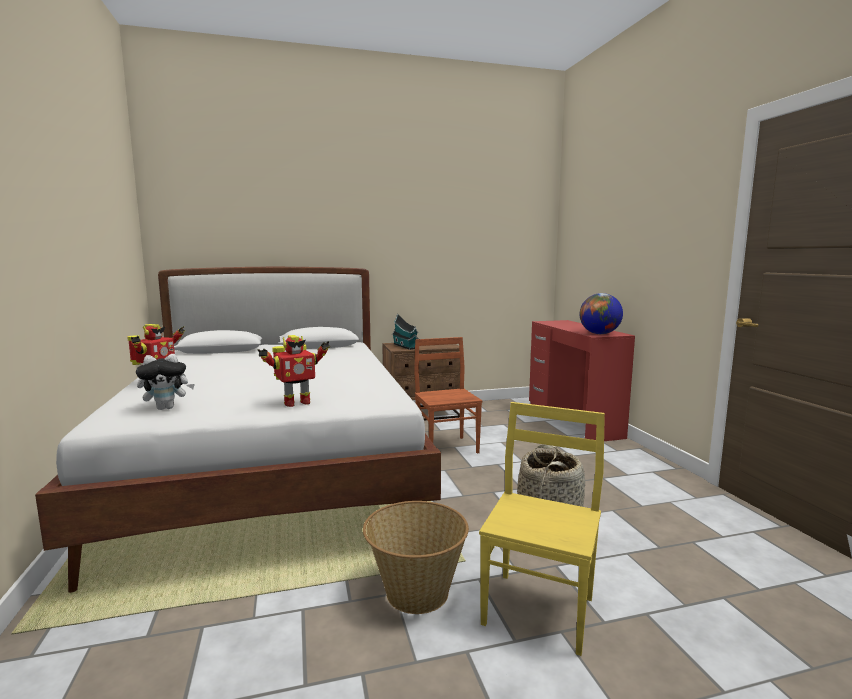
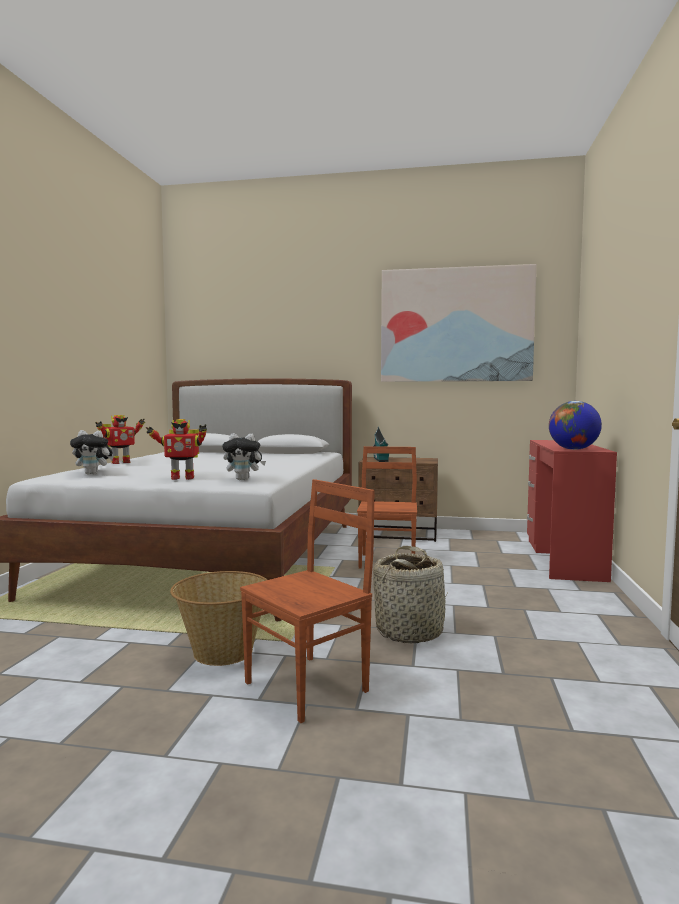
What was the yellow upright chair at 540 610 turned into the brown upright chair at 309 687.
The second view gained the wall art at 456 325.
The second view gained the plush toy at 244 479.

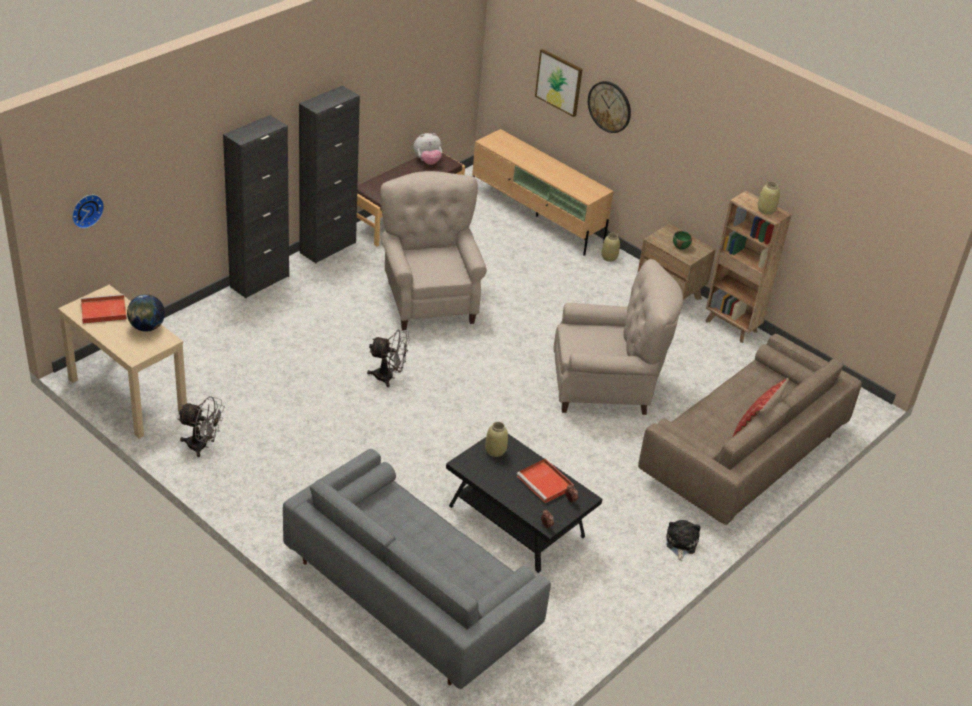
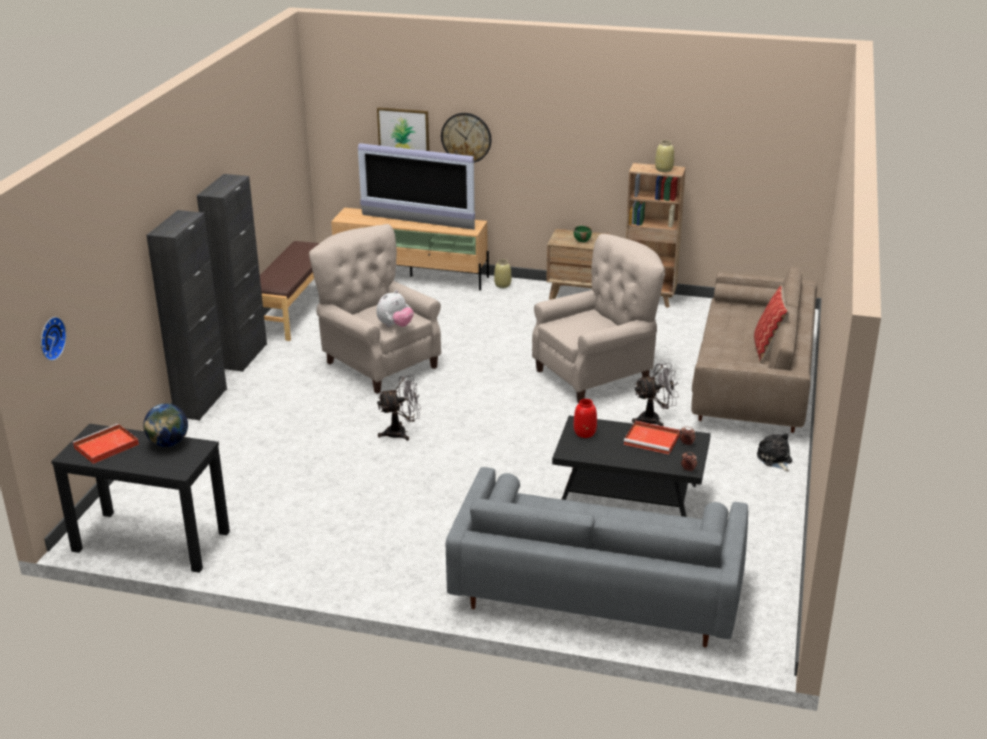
The plush toy ended up elsewhere, having gone from 427 161 to 395 326.
What was the beige-coloured console table at 127 395 turned into the blackish console table at 150 541.
The gray fan ended up elsewhere, having gone from 202 446 to 654 419.
What was the beige-coloured vase at 495 451 turned into the red vase at 584 433.
The second view gained the TV at 417 222.

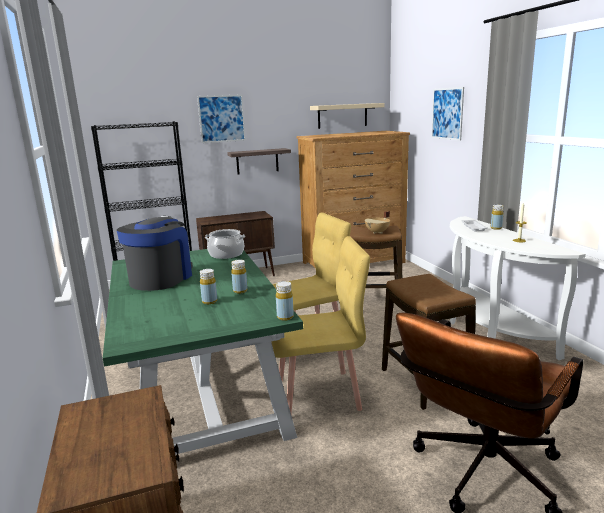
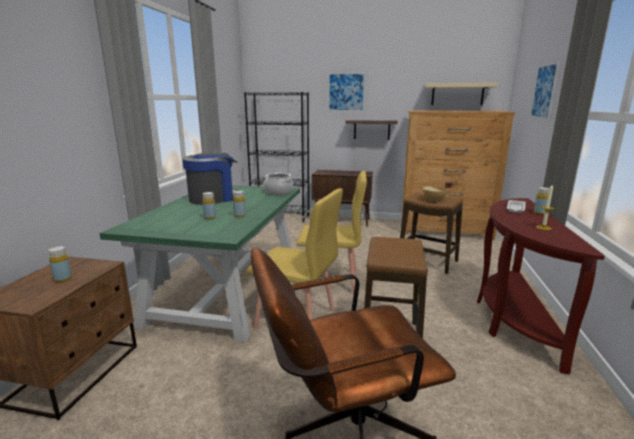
What was the white console table at 490 330 turned into the brown console table at 512 319.
The yellow beverage bottle ended up elsewhere, having gone from 285 317 to 63 279.

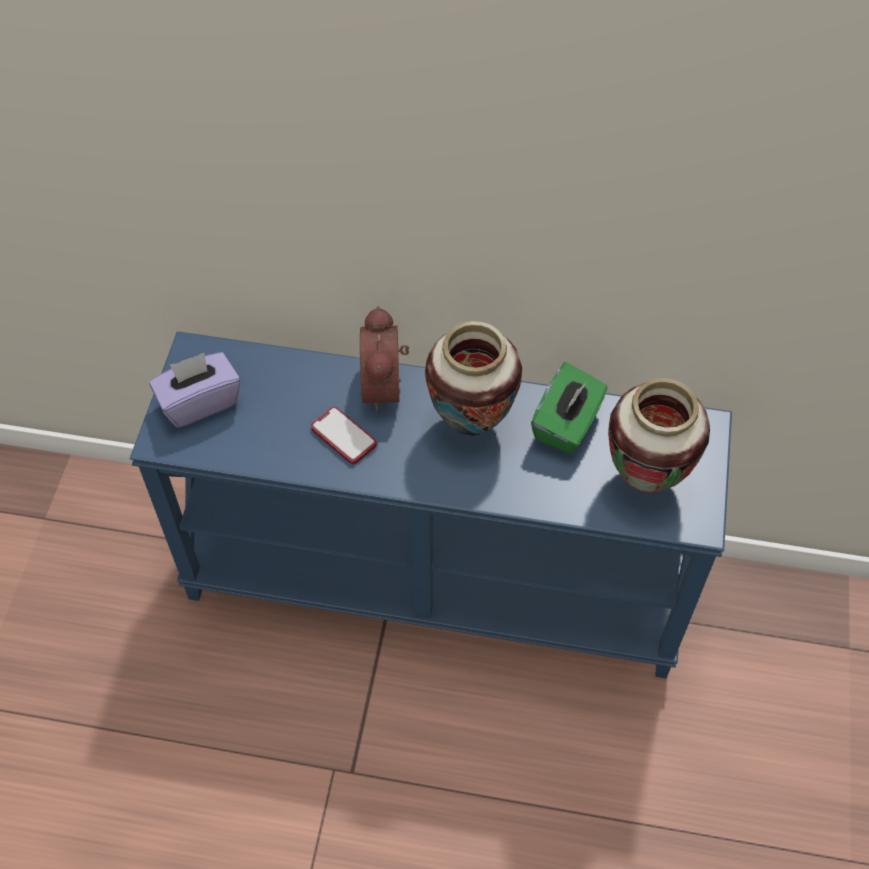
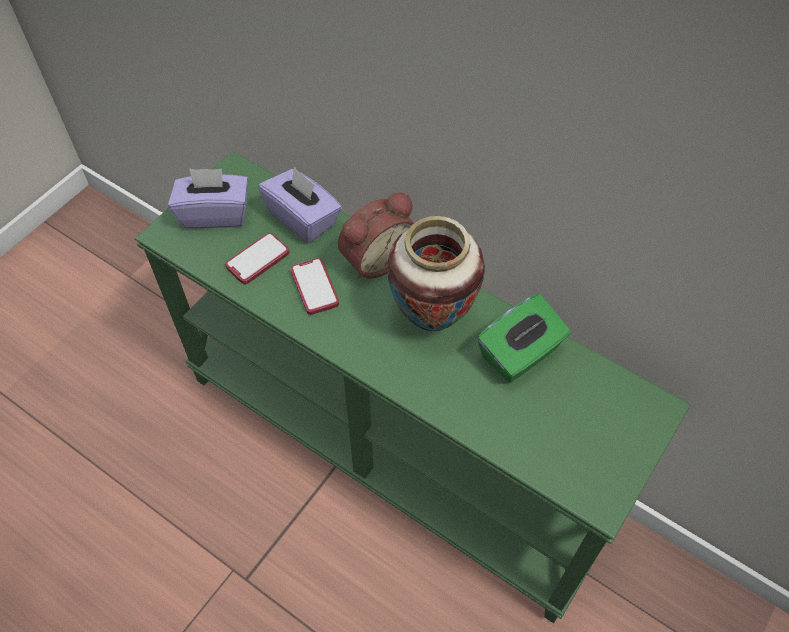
The table clock at 386 386 ended up facing another way, 150 degrees counterclockwise from before.
What was the blue-coloured console table at 436 577 turned into the green console table at 397 446.
The second view lost the vase at 645 479.
The second view gained the purple-coloured box of tissues at 303 218.
The second view gained the telephone at 258 259.

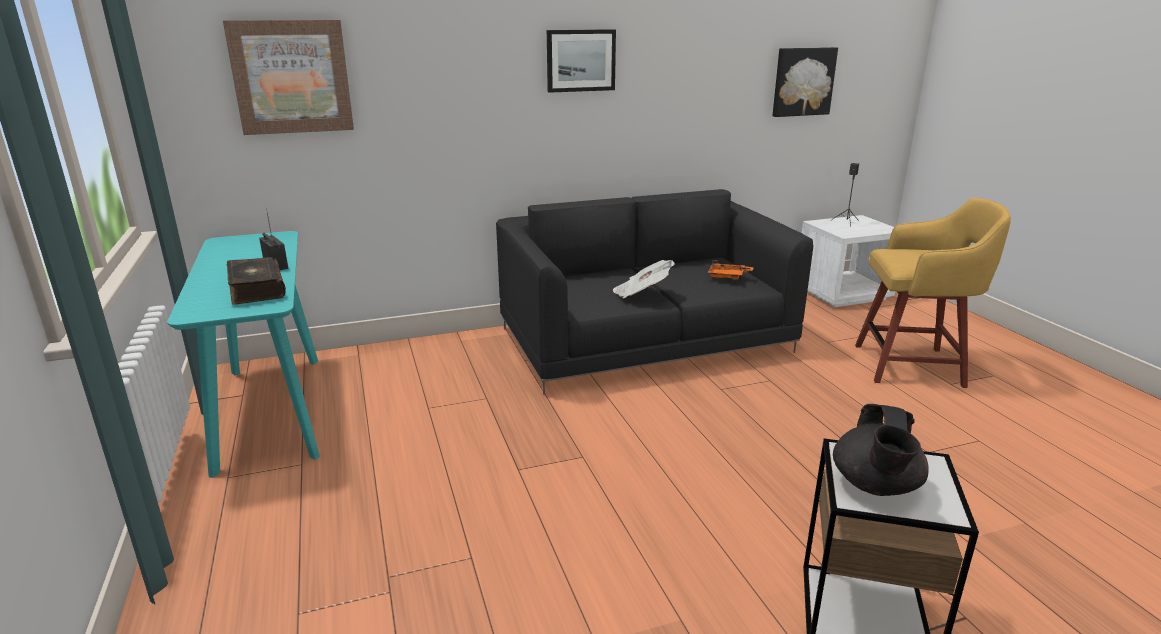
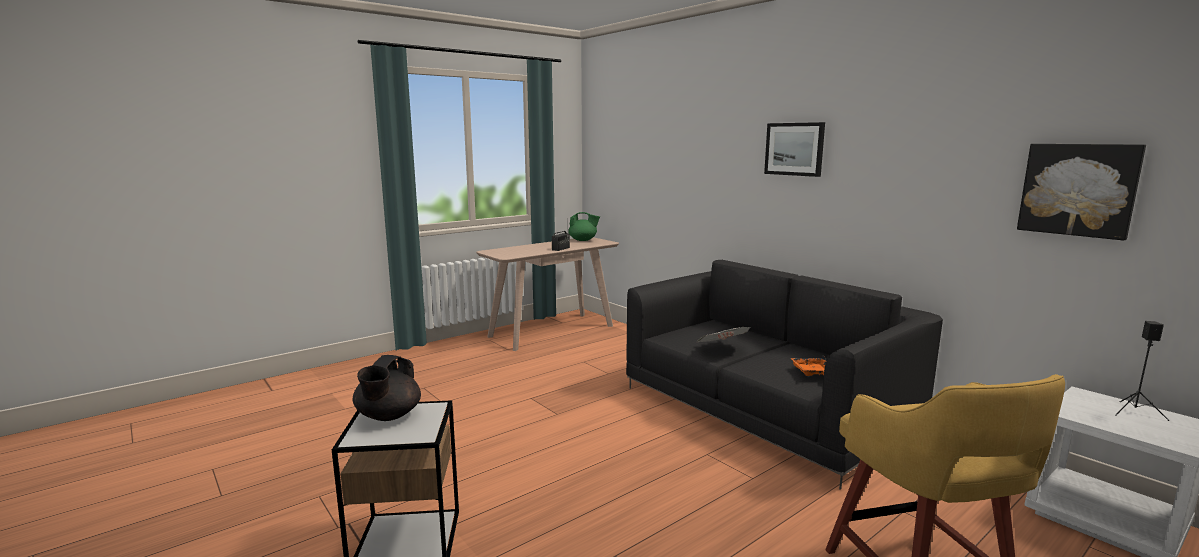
The second view lost the wall art at 291 77.
What was the blue-green console table at 270 410 turned into the beige-coloured console table at 551 331.
The second view lost the book at 256 290.
The blackish tea pot at 875 486 ended up facing another way, 75 degrees counterclockwise from before.
The second view gained the green tea pot at 583 240.

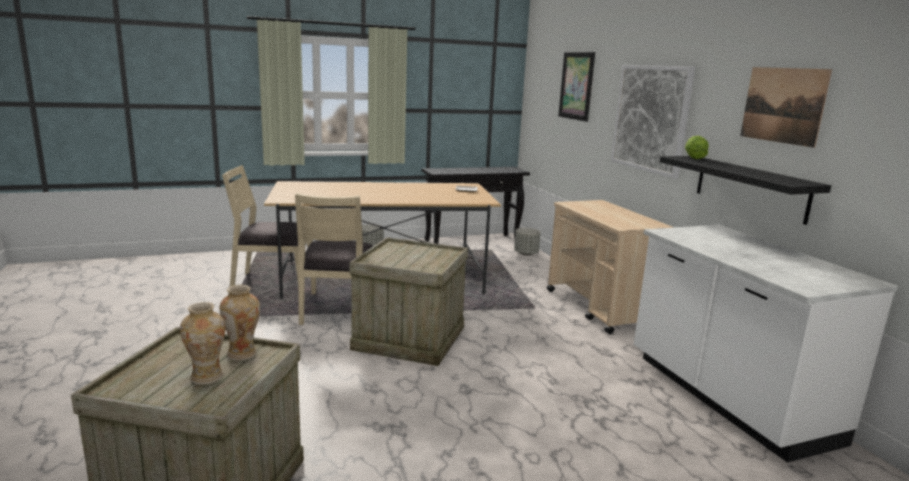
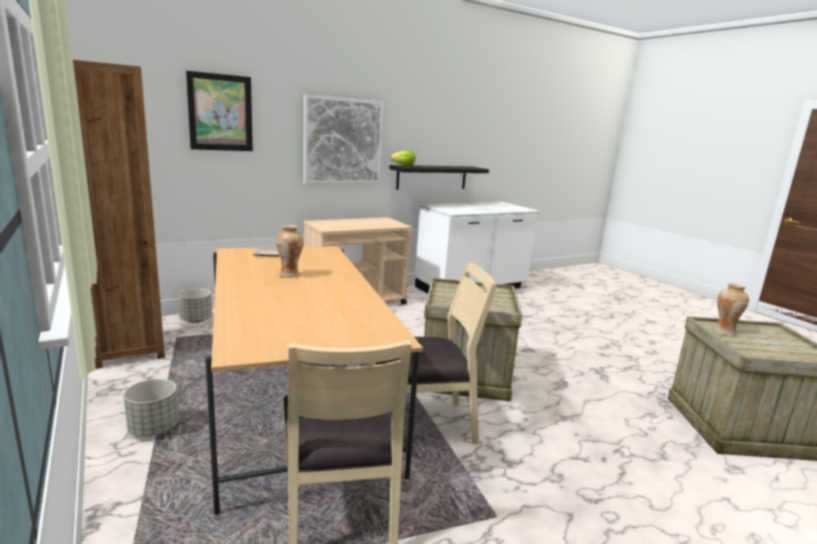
The second view lost the wall art at 783 105.
Where the blackish console table stood at 472 241, the brown shelving unit came to stand at 128 348.
The vase ended up elsewhere, having gone from 207 377 to 289 275.

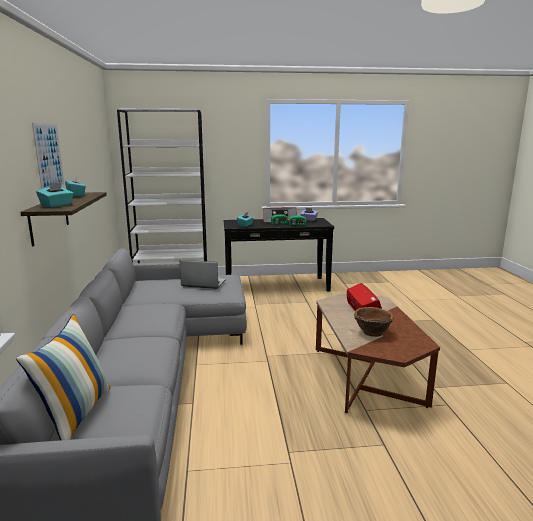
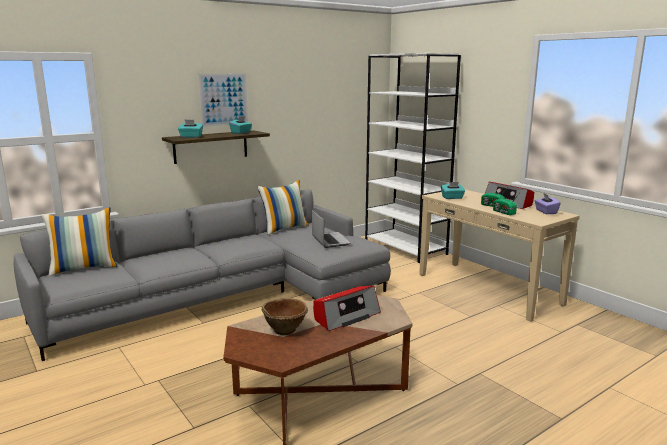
What was the blackish console table at 276 286 turned into the beige-coloured console table at 488 289.
The second view gained the cushion at 284 228.

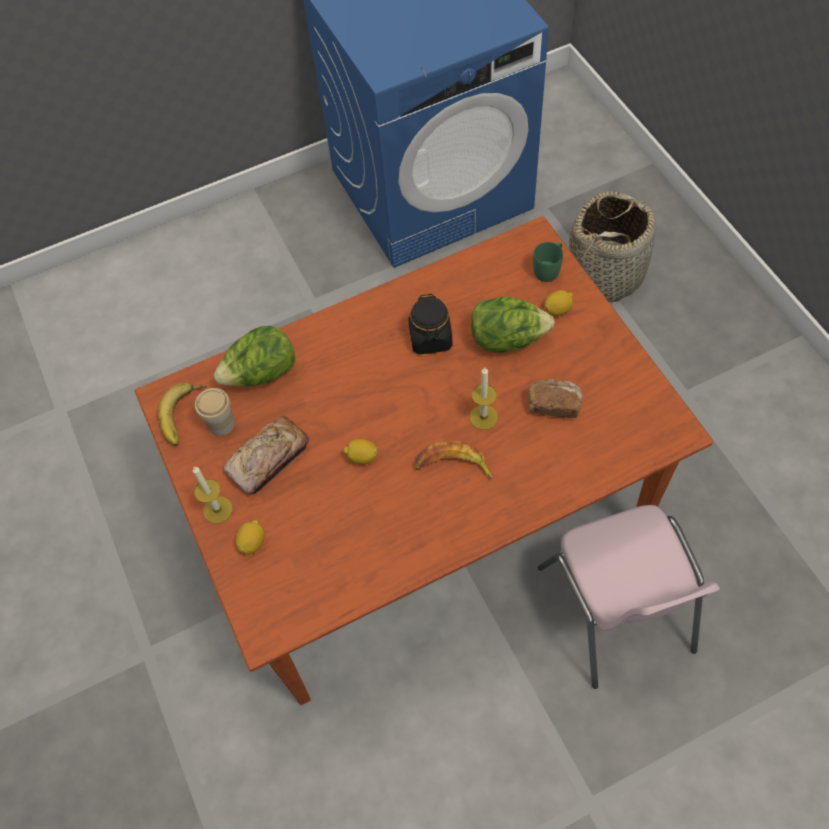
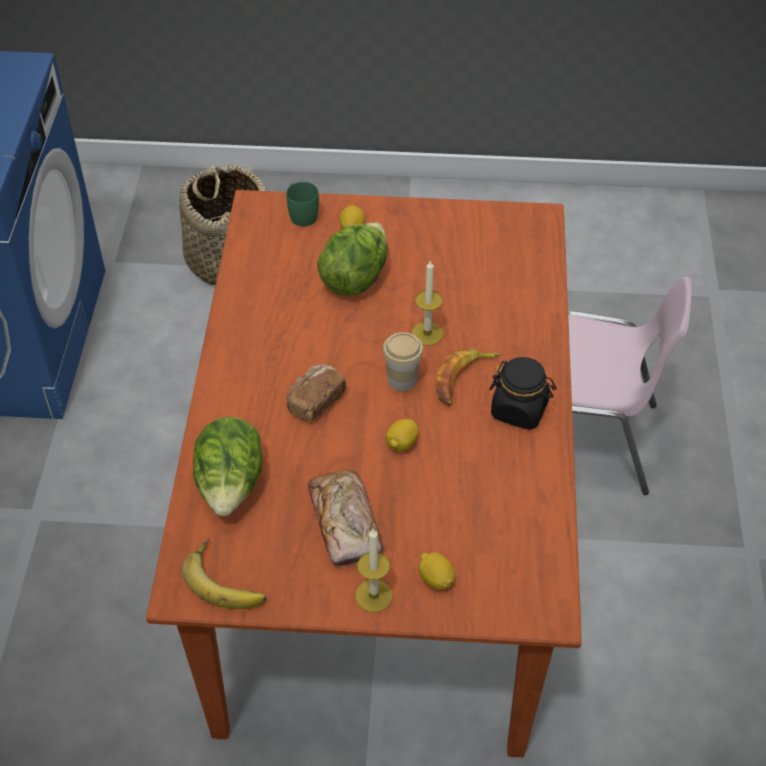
The blackish jar ended up elsewhere, having gone from 431 338 to 519 409.
The baked bread ended up elsewhere, having gone from 554 404 to 315 401.
The small cup ended up elsewhere, having gone from 221 424 to 402 379.

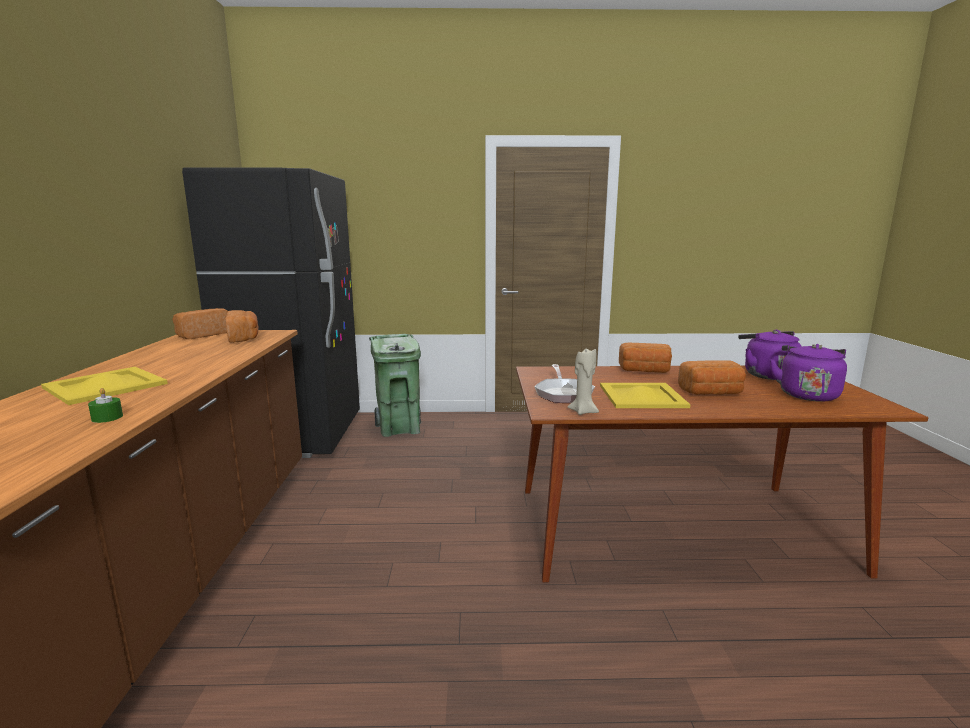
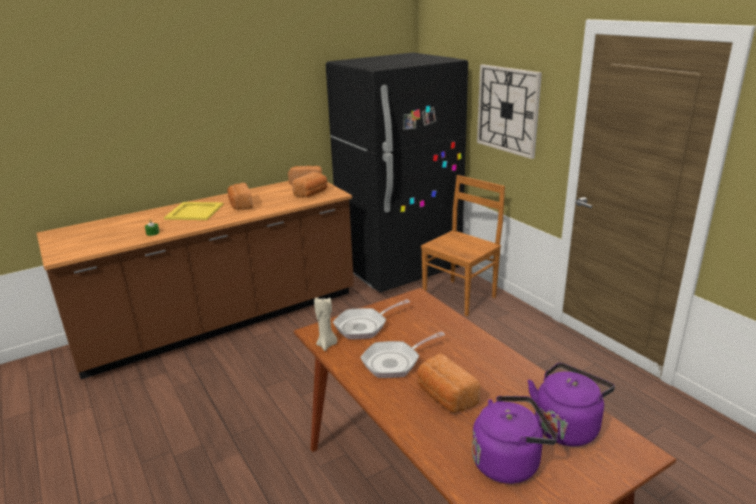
Where the green rubbish bin stood at 399 428, the brown upright chair came to stand at 460 297.
The baked bread ended up elsewhere, having gone from 644 371 to 240 205.
Where the yellow carrying tray stood at 642 396, the frying pan came to stand at 395 362.
The second view gained the hanging clock at 508 110.

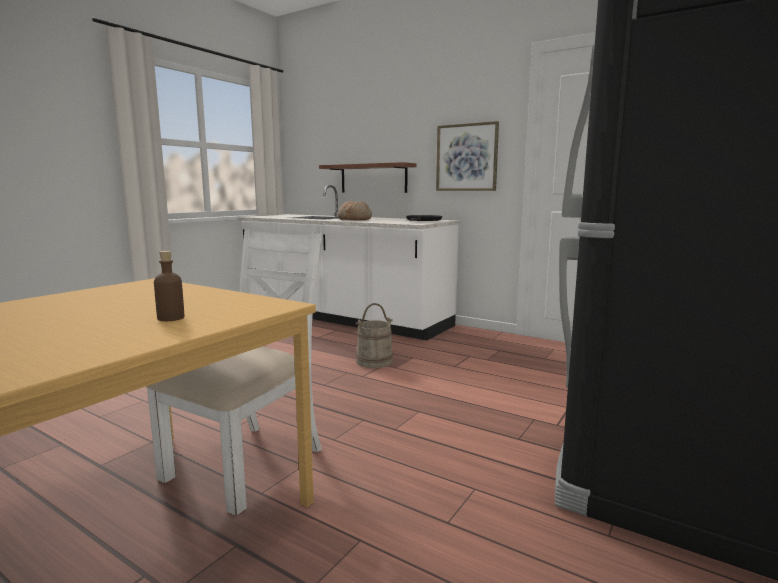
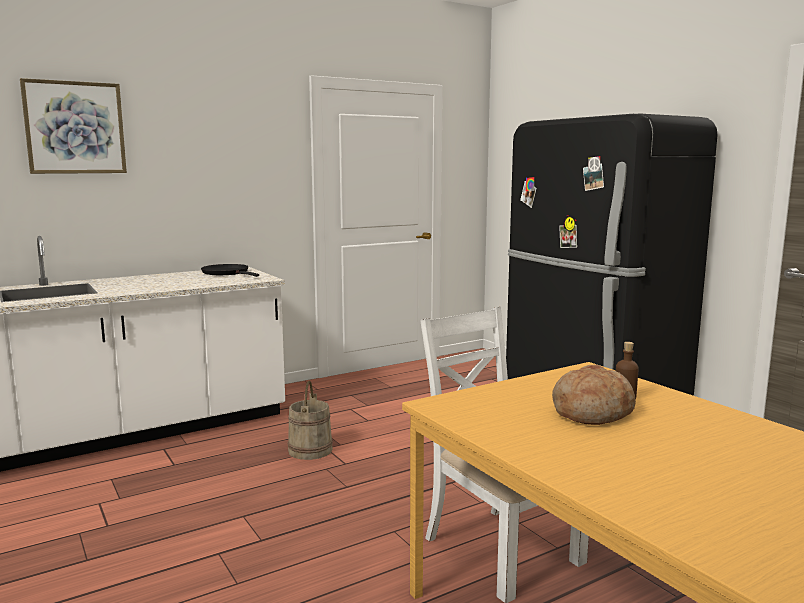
The wall art ended up elsewhere, having gone from 466 157 to 75 128.
The second view lost the brown shelf at 373 178.
The baked bread ended up elsewhere, having gone from 355 219 to 591 412.

